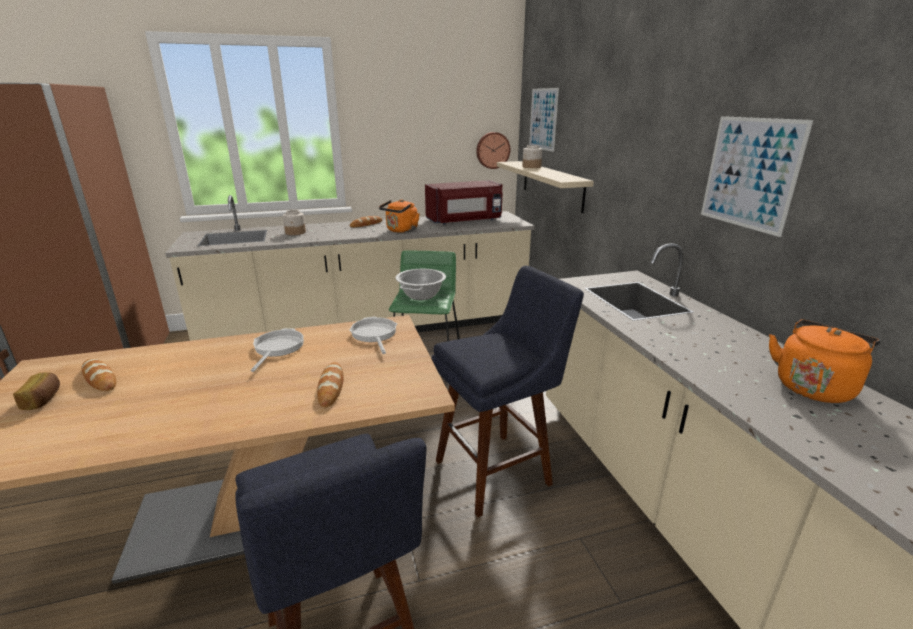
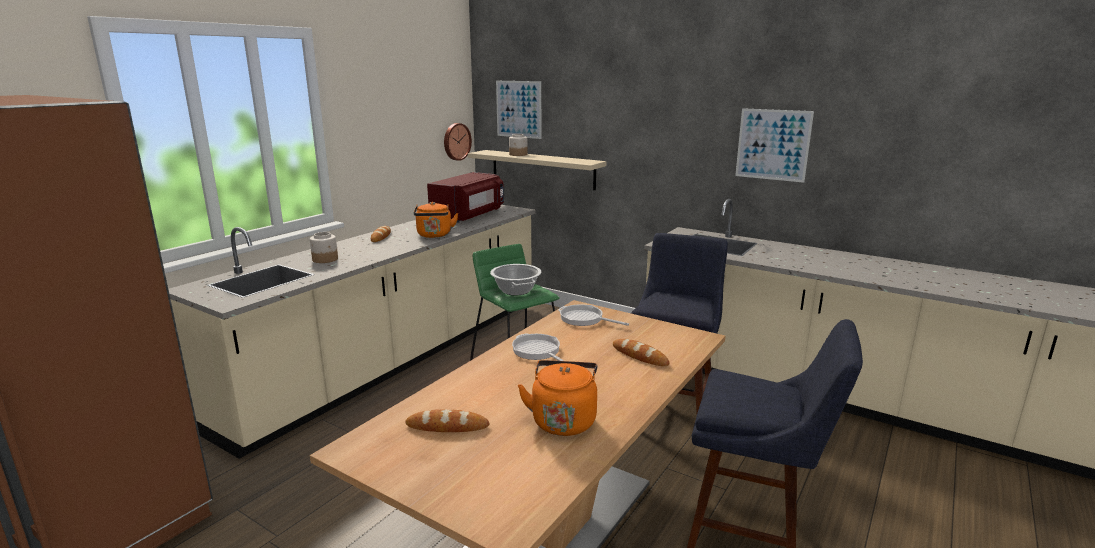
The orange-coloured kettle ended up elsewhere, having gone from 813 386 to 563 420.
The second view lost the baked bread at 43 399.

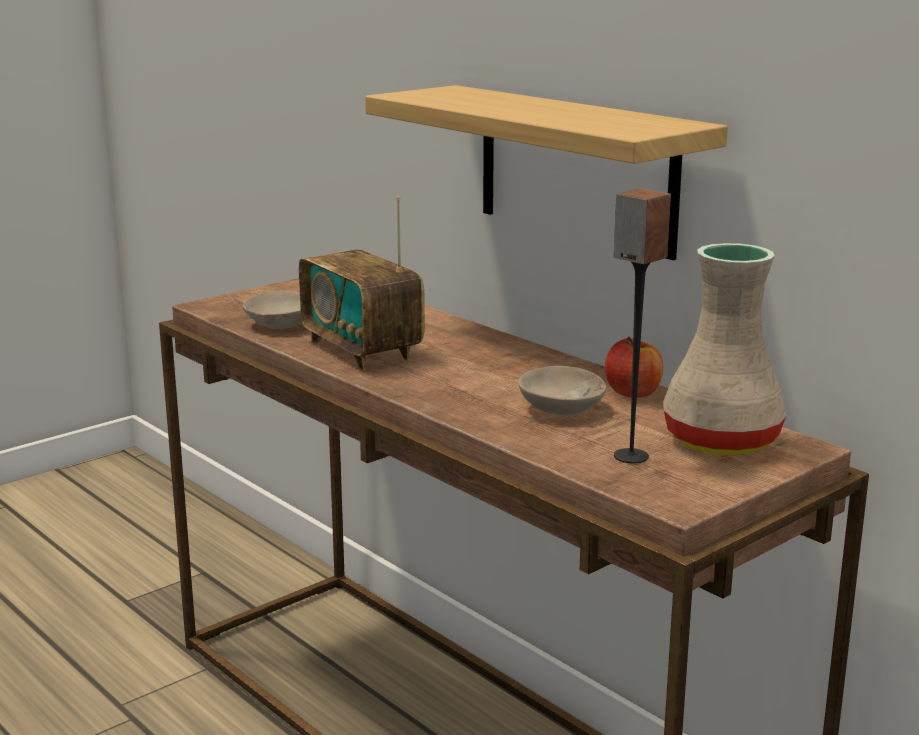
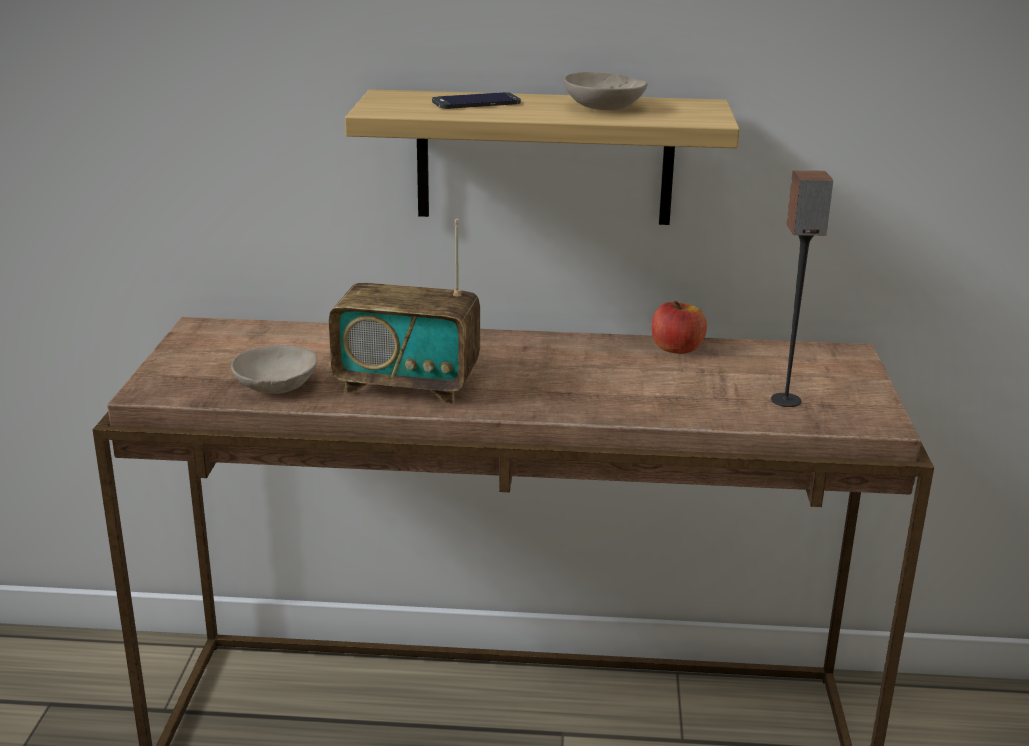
The second view lost the beige-coloured vase at 718 440.
The beige-coloured deep dish ended up elsewhere, having gone from 558 408 to 601 107.
The second view gained the telephone at 476 102.

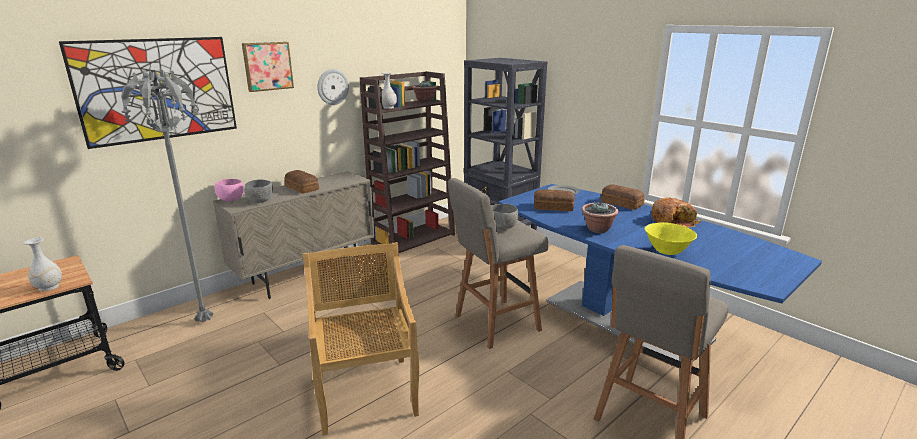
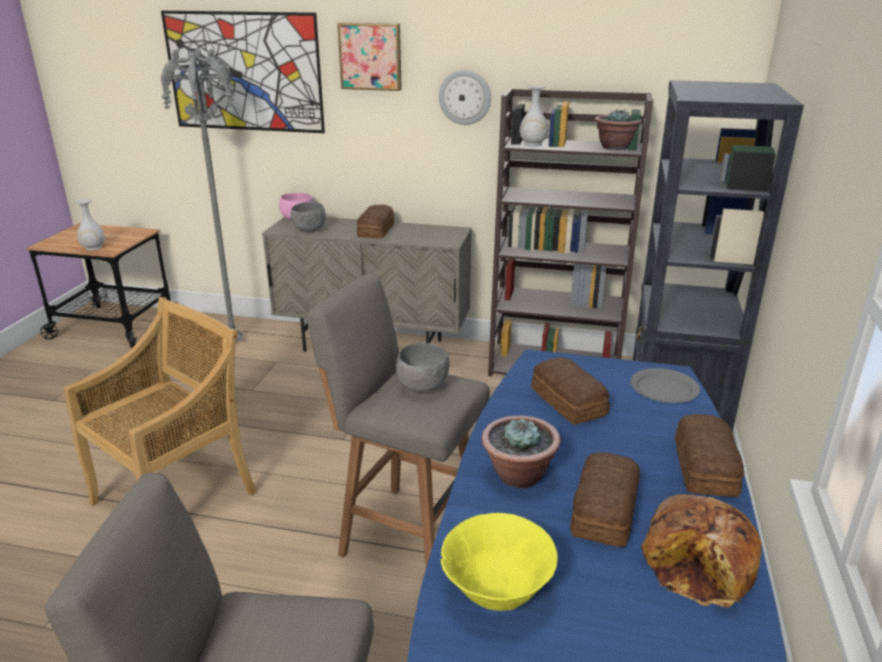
The second view gained the baked bread at 602 511.

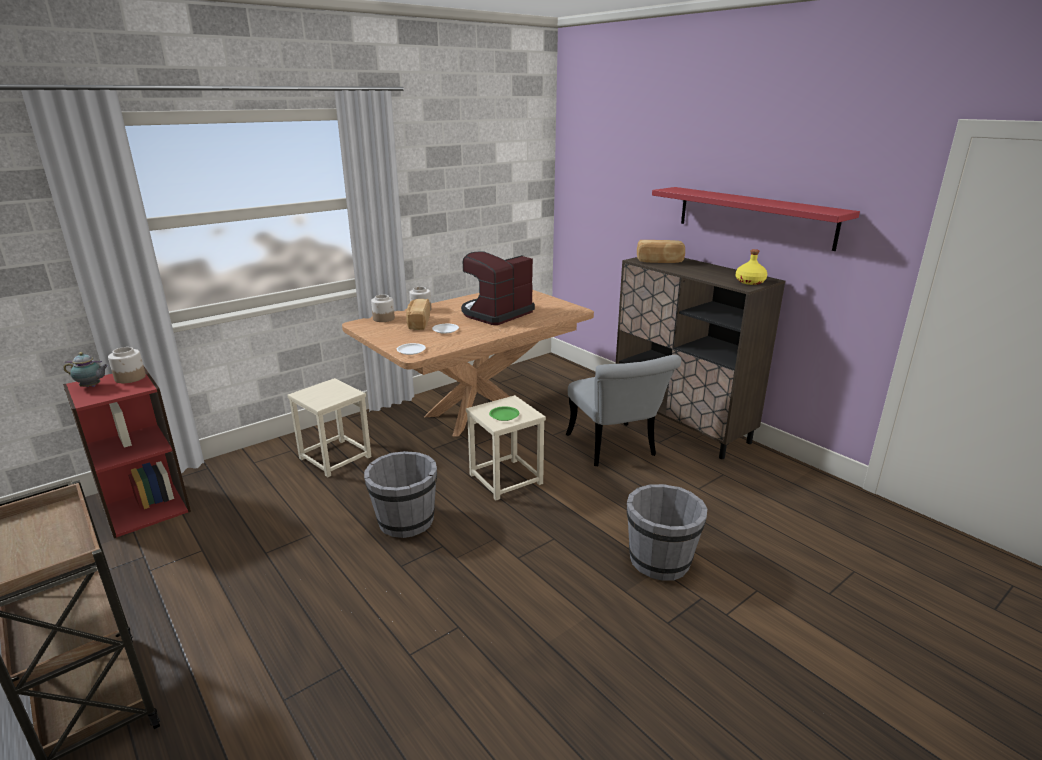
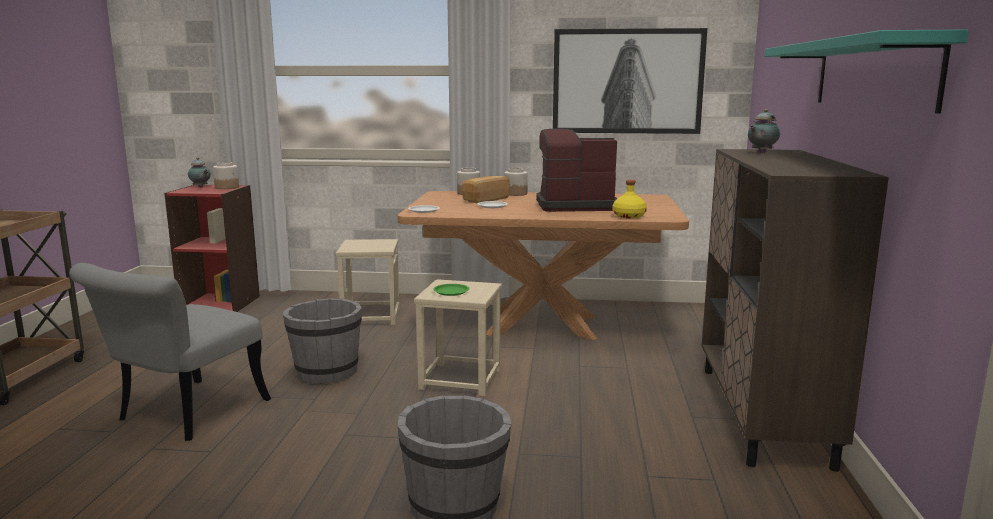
What was the red shelf at 754 216 turned into the blue-green shelf at 872 74.
Where the baked bread stood at 659 261, the tea pot came to stand at 761 153.
The yellow beverage bottle ended up elsewhere, having gone from 749 282 to 628 216.
The gray upright chair ended up elsewhere, having gone from 615 449 to 182 415.
The second view gained the wall art at 627 81.

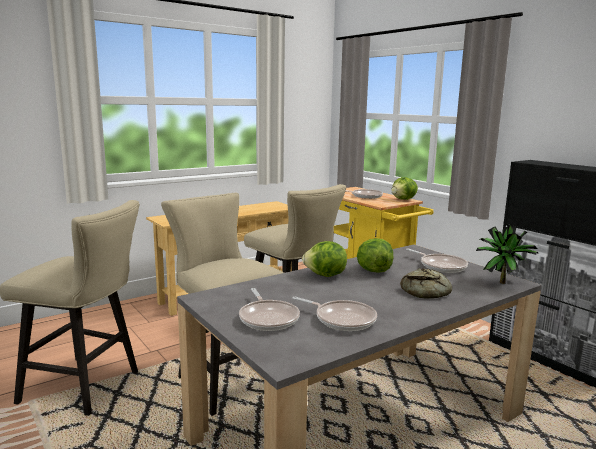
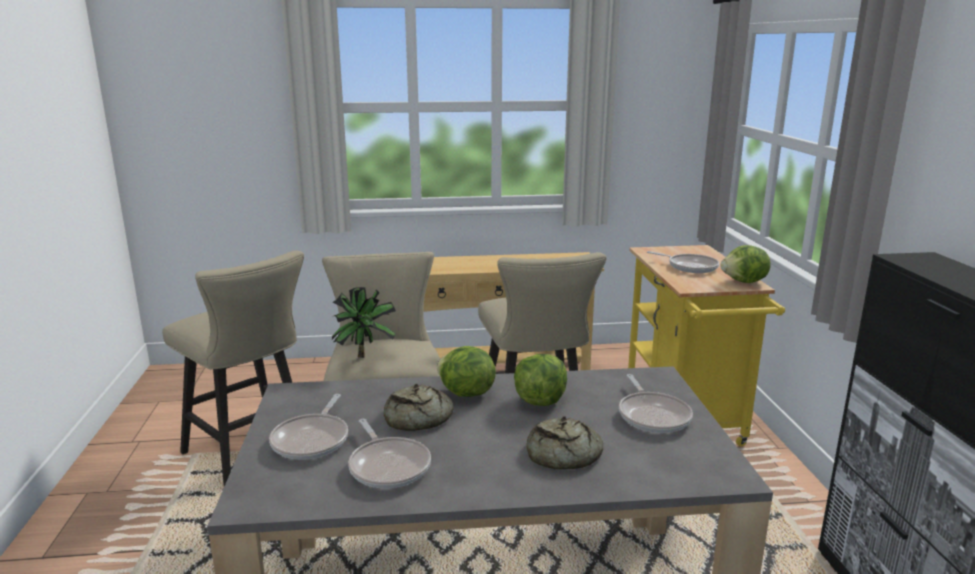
The houseplant ended up elsewhere, having gone from 501 282 to 365 355.
The second view gained the baked bread at 417 418.

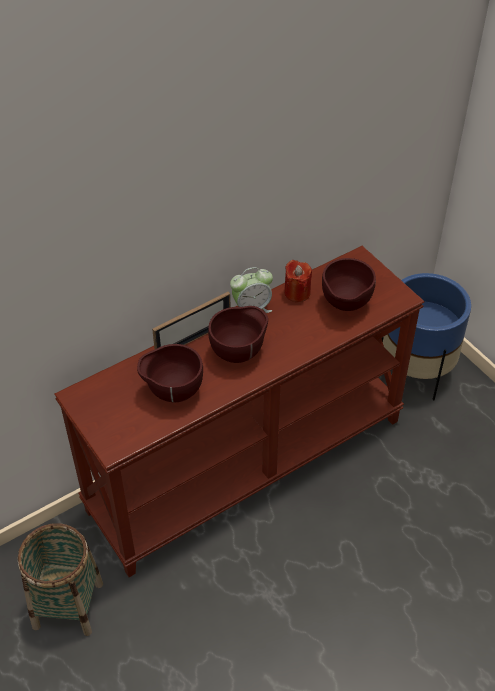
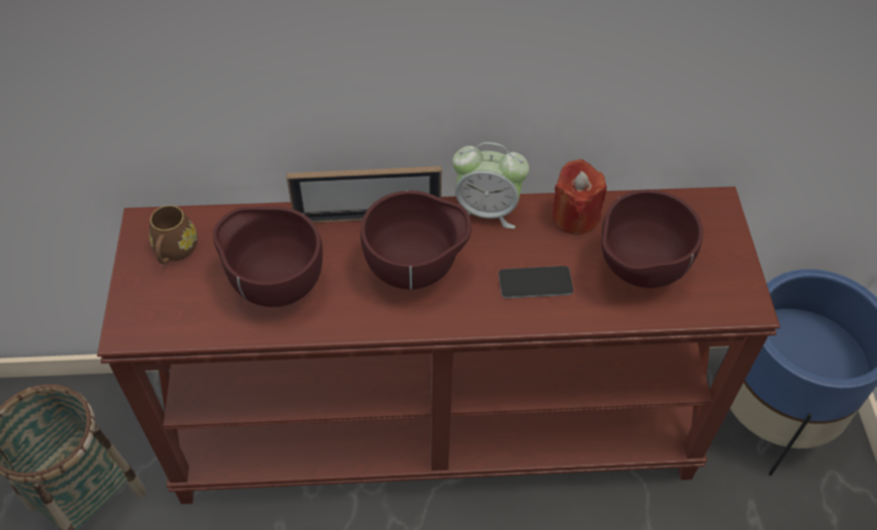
The second view gained the brown mug at 174 252.
The second view gained the telephone at 535 283.

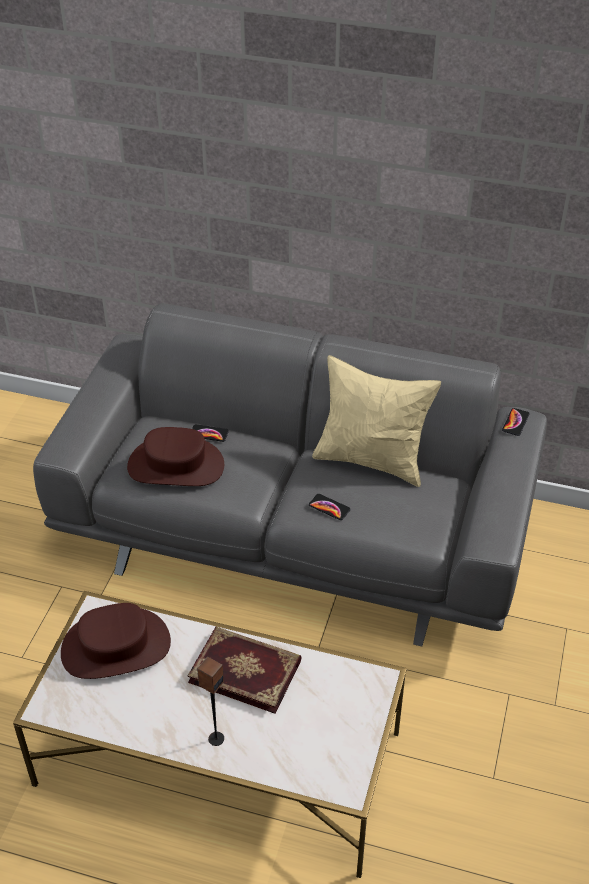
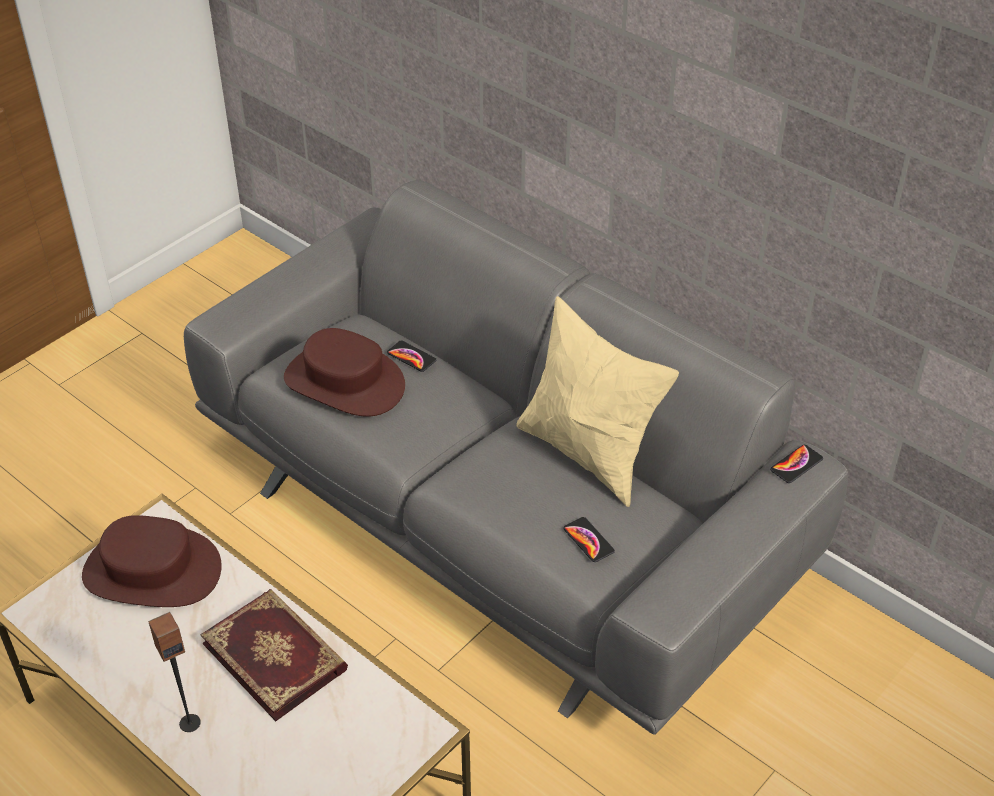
The telephone ended up elsewhere, having gone from 329 507 to 588 540.

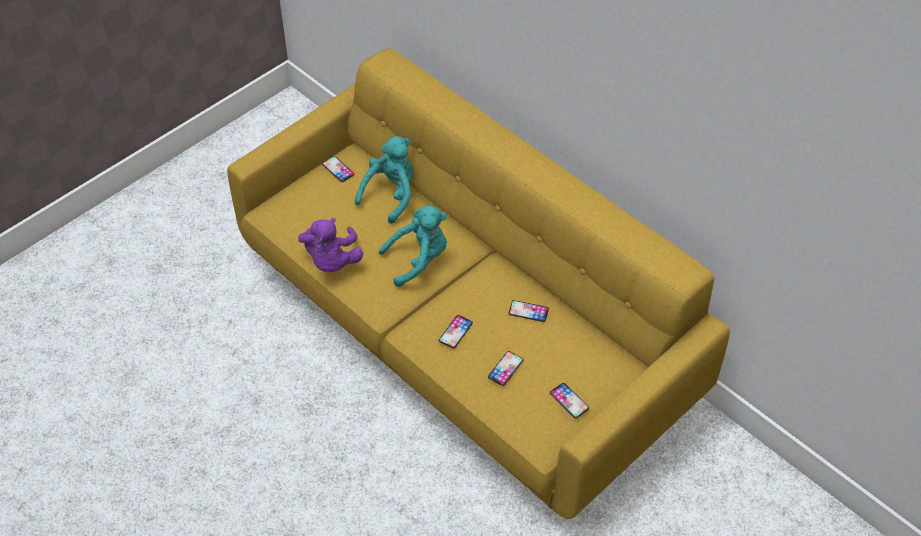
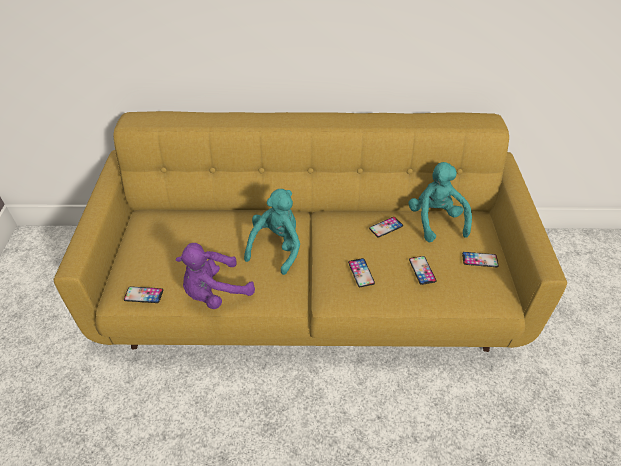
The blue-green plush toy ended up elsewhere, having gone from 391 195 to 435 220.
The telephone ended up elsewhere, having gone from 338 169 to 143 295.
The purple-coloured plush toy at 332 261 ended up facing another way, 105 degrees clockwise from before.

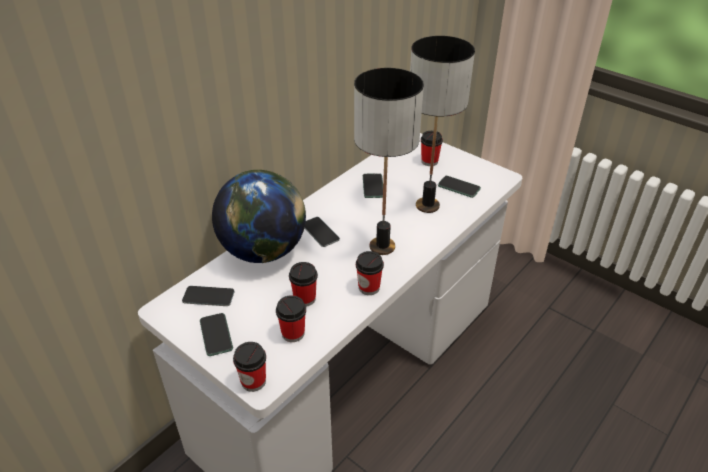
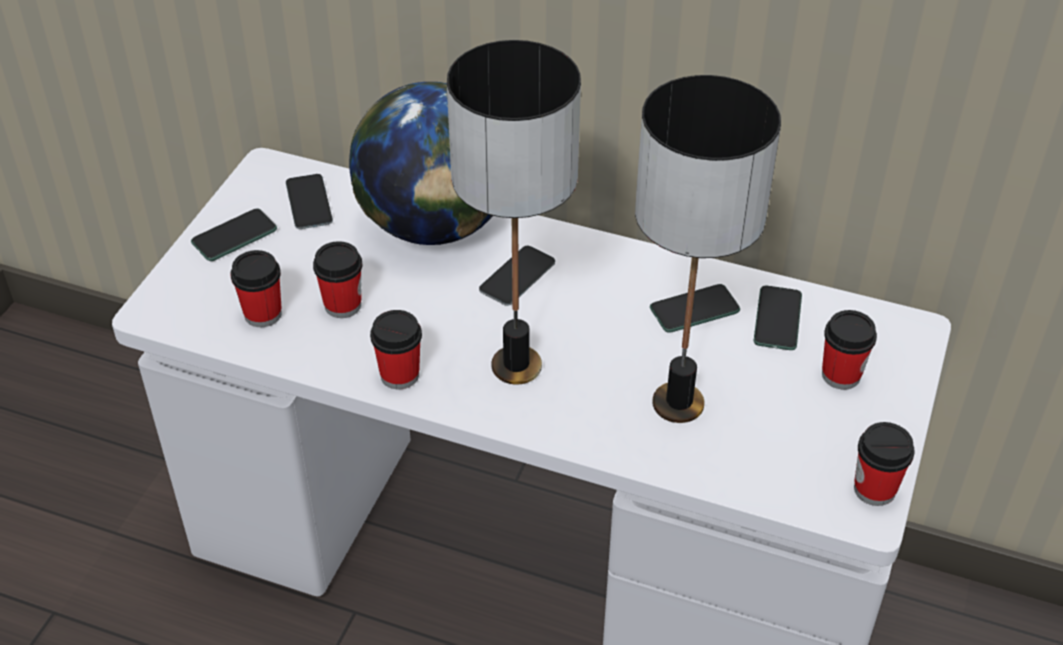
The telephone ended up elsewhere, having gone from 459 187 to 777 319.
The small cup ended up elsewhere, having gone from 253 381 to 874 489.

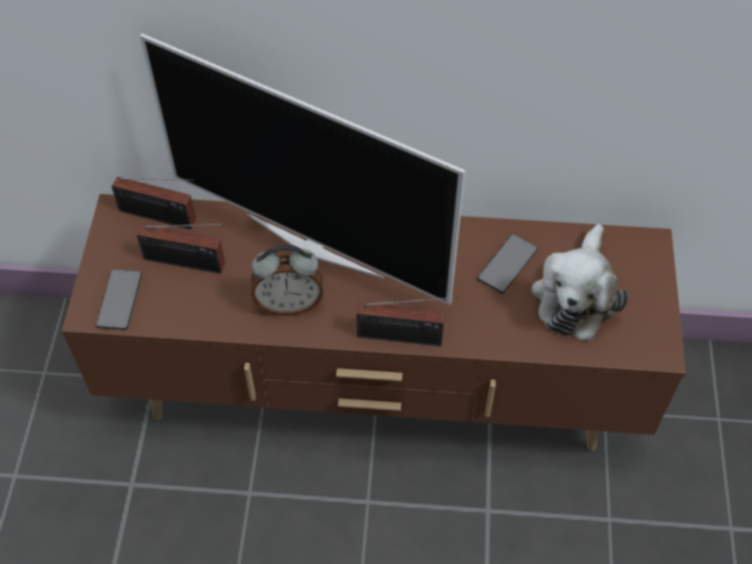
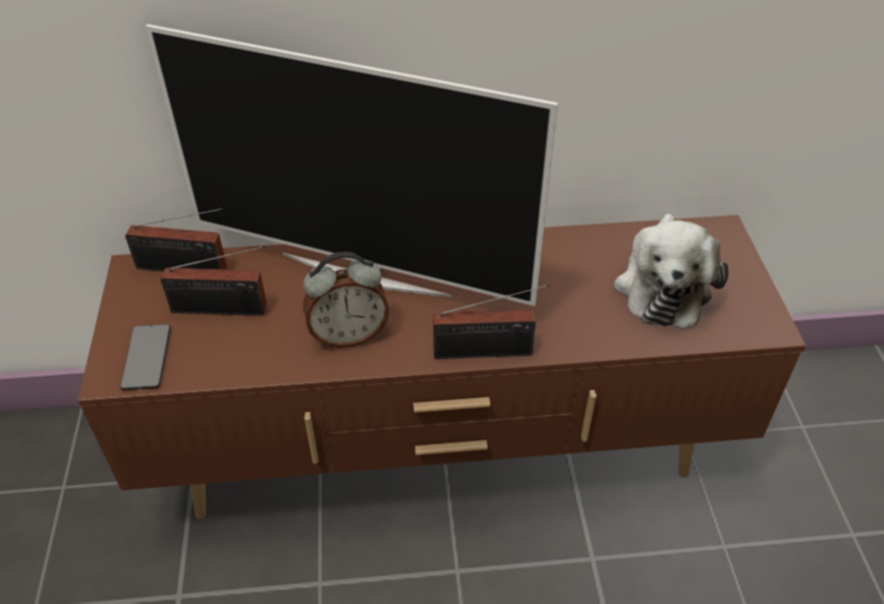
The second view lost the telephone at 507 264.

